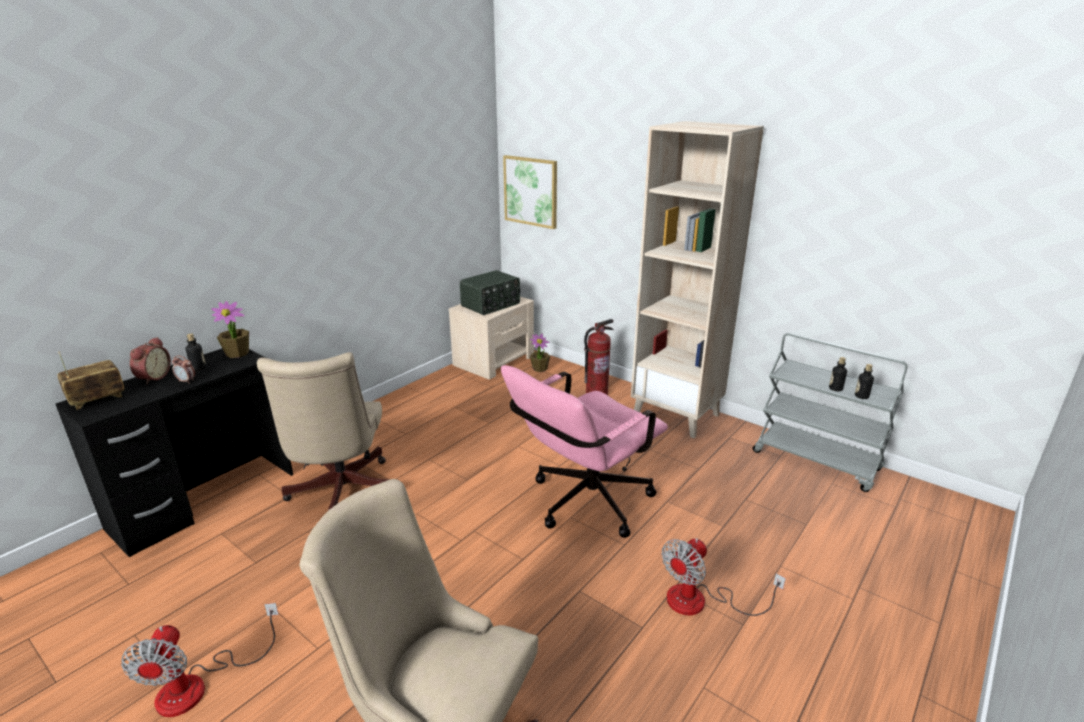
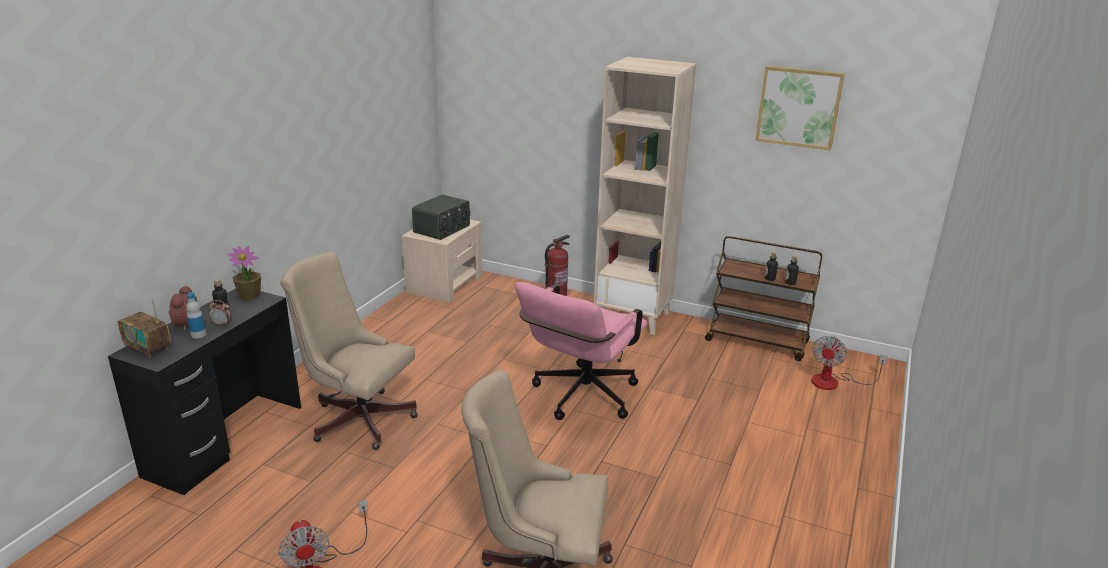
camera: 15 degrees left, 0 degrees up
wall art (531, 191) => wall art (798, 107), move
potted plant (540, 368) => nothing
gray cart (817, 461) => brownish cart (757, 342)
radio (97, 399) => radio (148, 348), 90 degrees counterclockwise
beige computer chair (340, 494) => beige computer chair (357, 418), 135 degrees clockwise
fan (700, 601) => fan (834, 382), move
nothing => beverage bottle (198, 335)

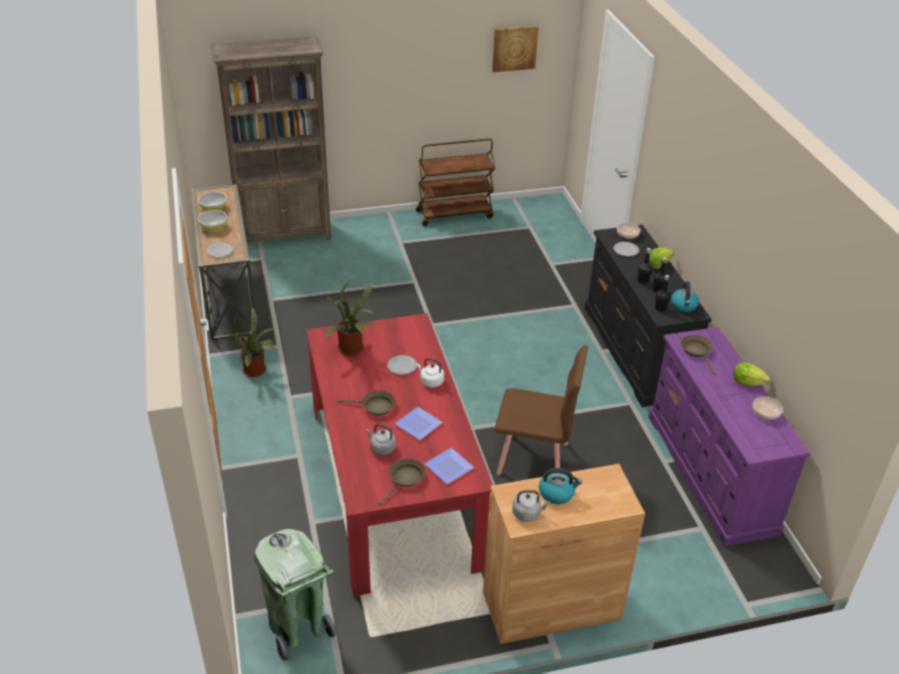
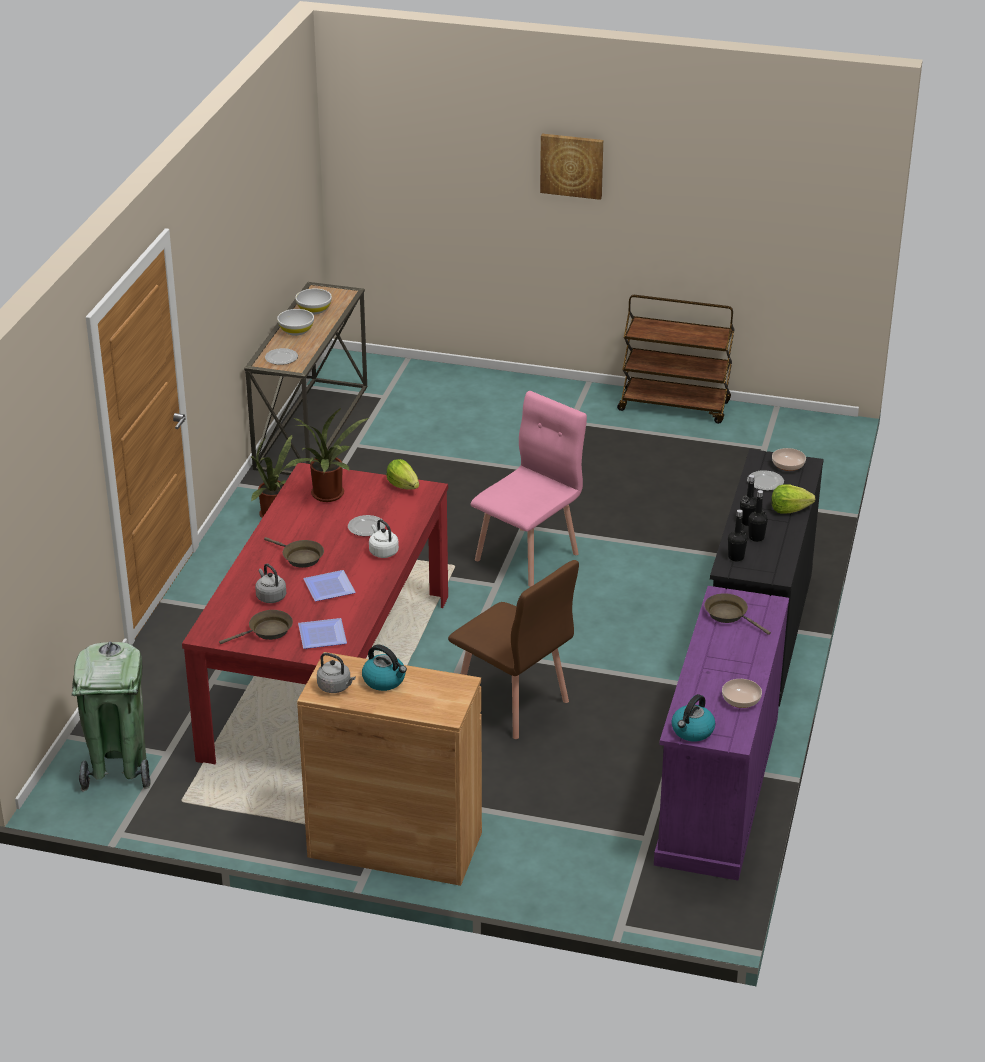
camera: 30 degrees right, 5 degrees down
wall art (514, 48) => wall art (572, 165), move
brownish bookcase (285, 235) => nothing
water kettle (684, 306) => water kettle (692, 731), move
brownish skillet (697, 352) => brownish skillet (729, 615), 60 degrees counterclockwise
lettuce (747, 382) => lettuce (403, 486), move
nothing => pink upright chair (528, 556)

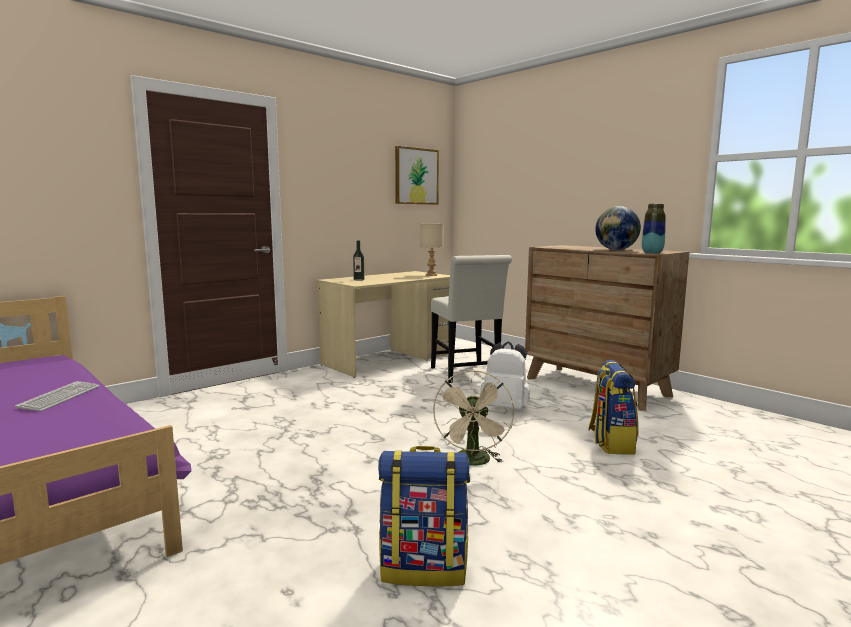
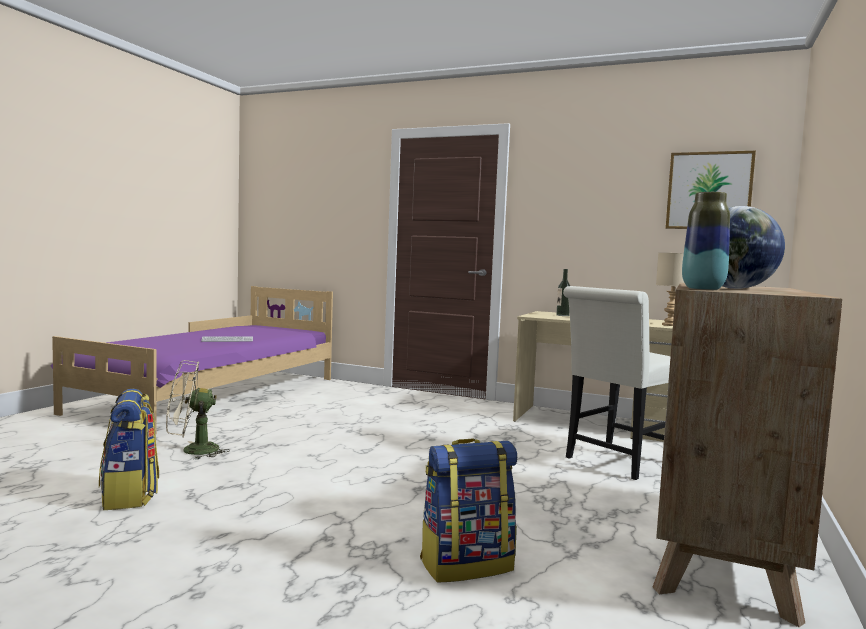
camera: 65 degrees right, 5 degrees down
white knapsack (505, 408) => nothing
beige fan (474, 462) => beige fan (192, 451), move

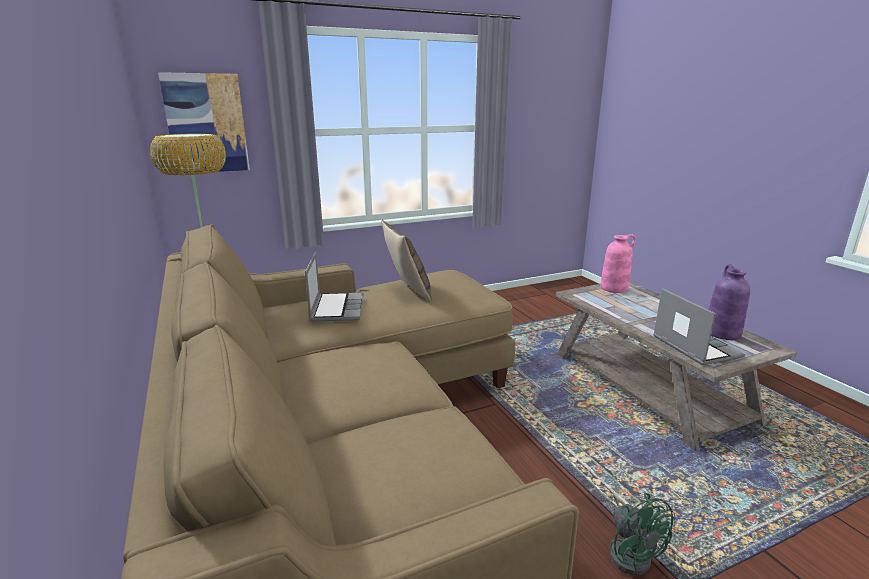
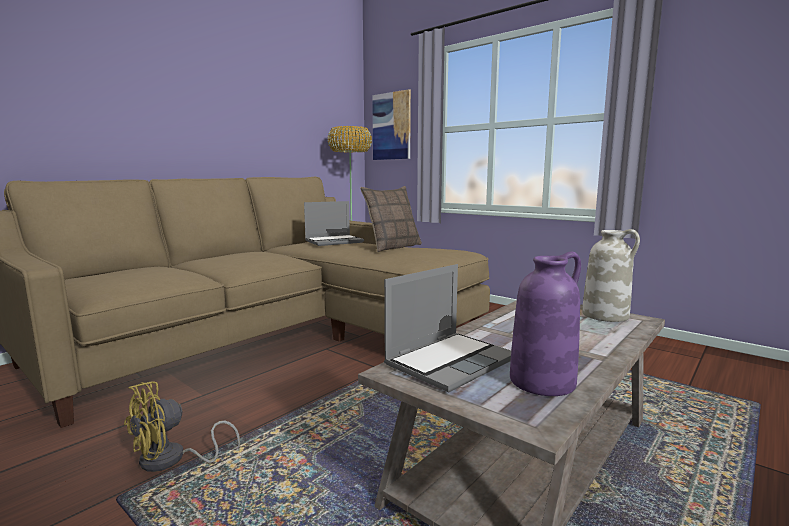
camera: 65 degrees right, 10 degrees down
pink decorative vase (614, 288) => white decorative vase (606, 315)
green fan (630, 552) => yellow fan (172, 460)

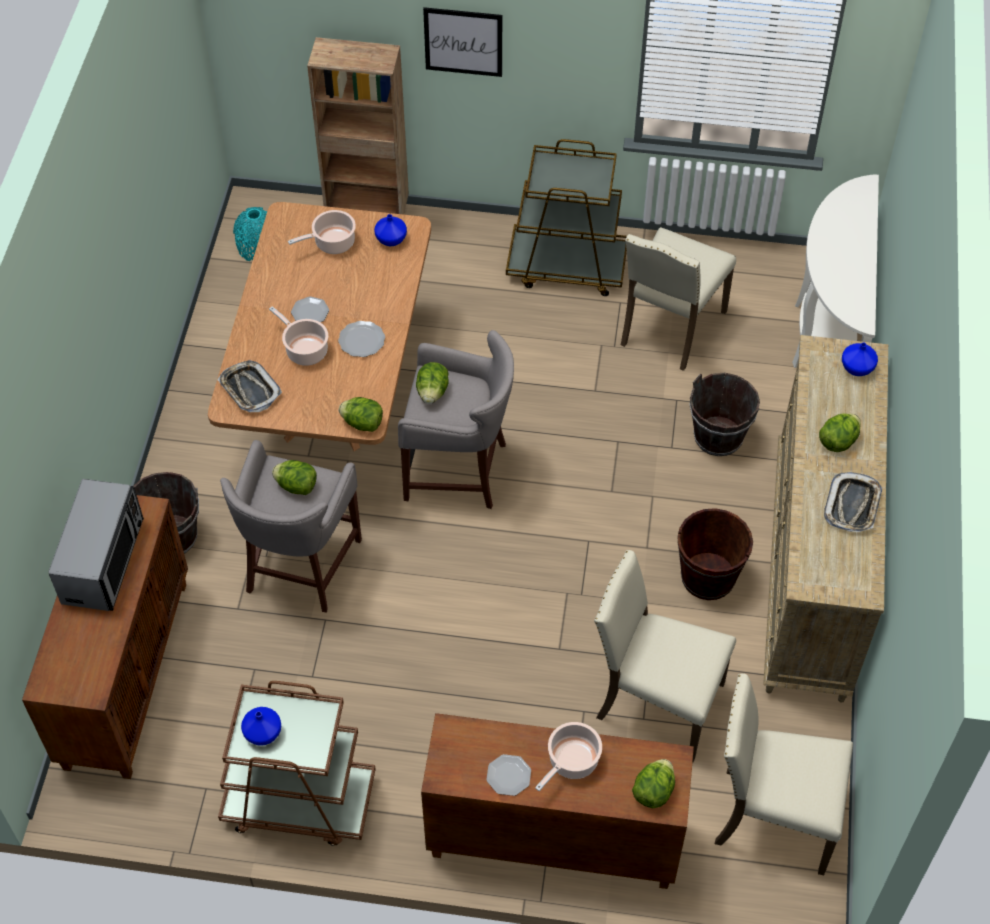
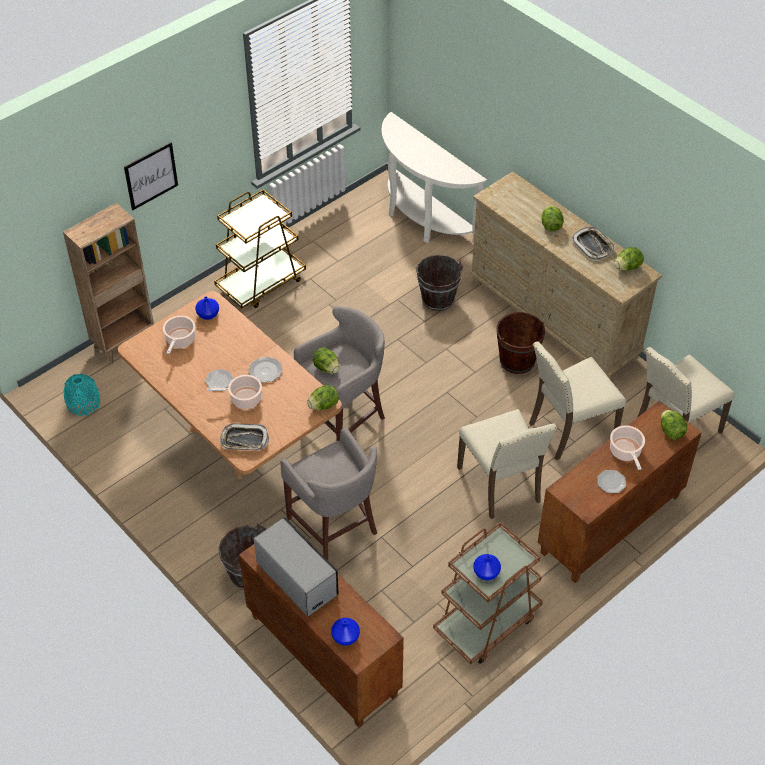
camera: 50 degrees left, 5 degrees down
beige upright chair (670, 328) => beige upright chair (501, 485), move
blue-coloured decorative vase (857, 368) => blue-coloured decorative vase (346, 637), move
lettuce (296, 486) => lettuce (627, 267), move

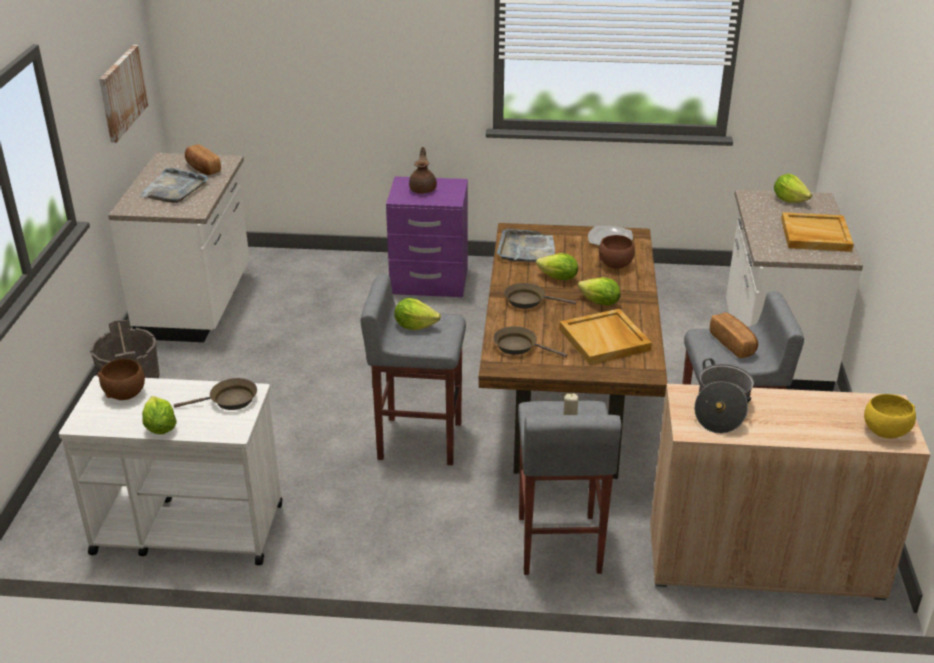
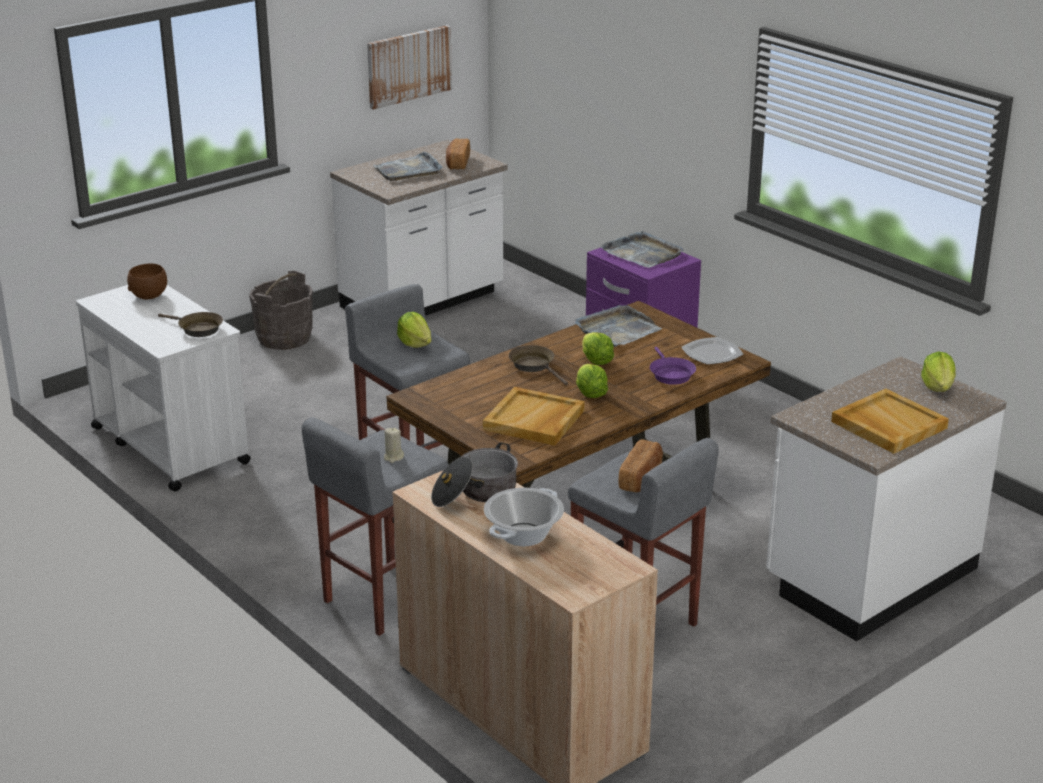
camera: 45 degrees right, 5 degrees down
brownish teapot (423, 189) => gray serving tray (642, 253)
brownish serving bowl (615, 265) => purple skillet (670, 374)
brownish skillet (519, 346) => nothing
yellow serving bowl (884, 432) => nothing
lettuce (160, 428) => nothing
nothing => saucepot (523, 535)

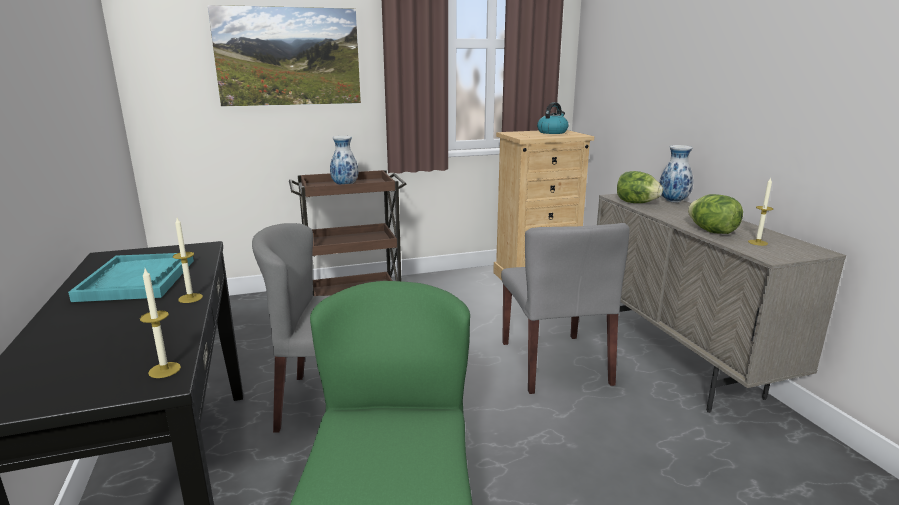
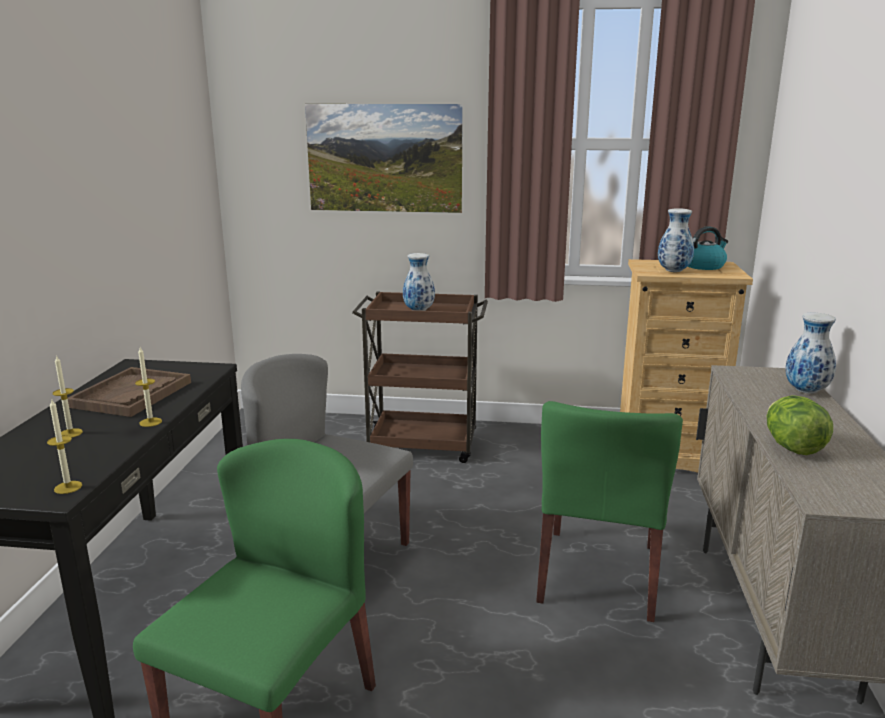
camera: 25 degrees right, 0 degrees up
lettuce (636, 203) => nothing
wax candle (757, 242) => wax candle (70, 433), move
gray upright chair (555, 363) => green upright chair (599, 573)
turquoise-coloured serving tray (138, 279) => brownish serving tray (131, 394)
nothing => decorative vase (673, 271)

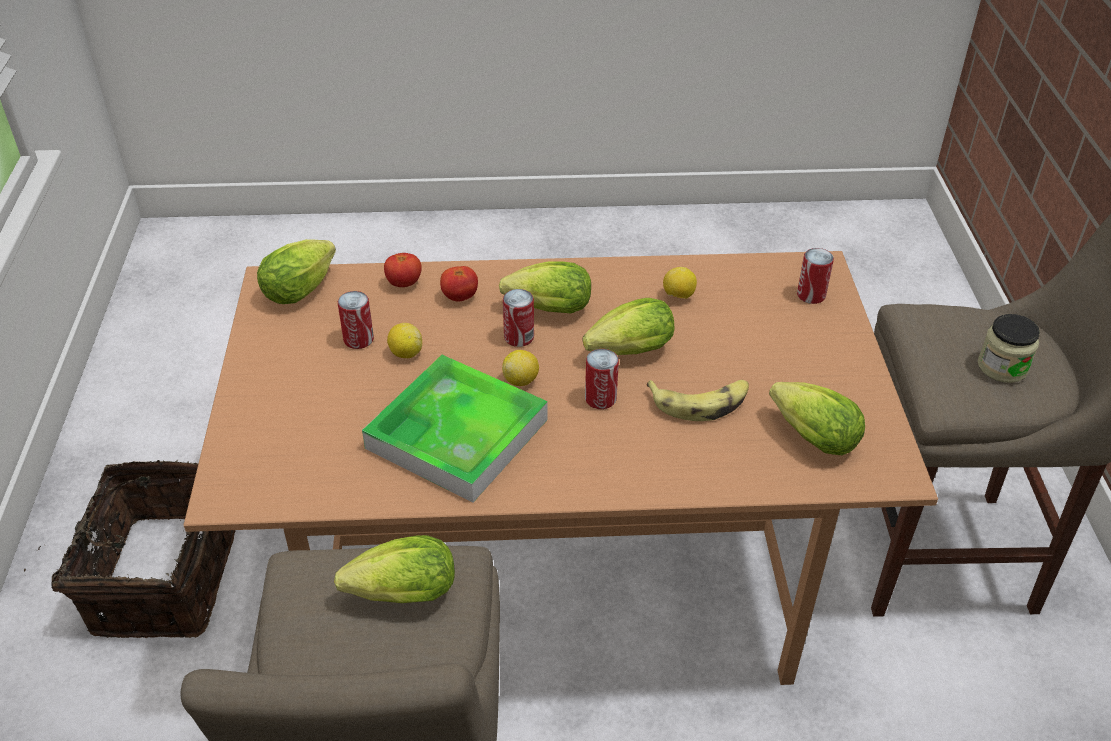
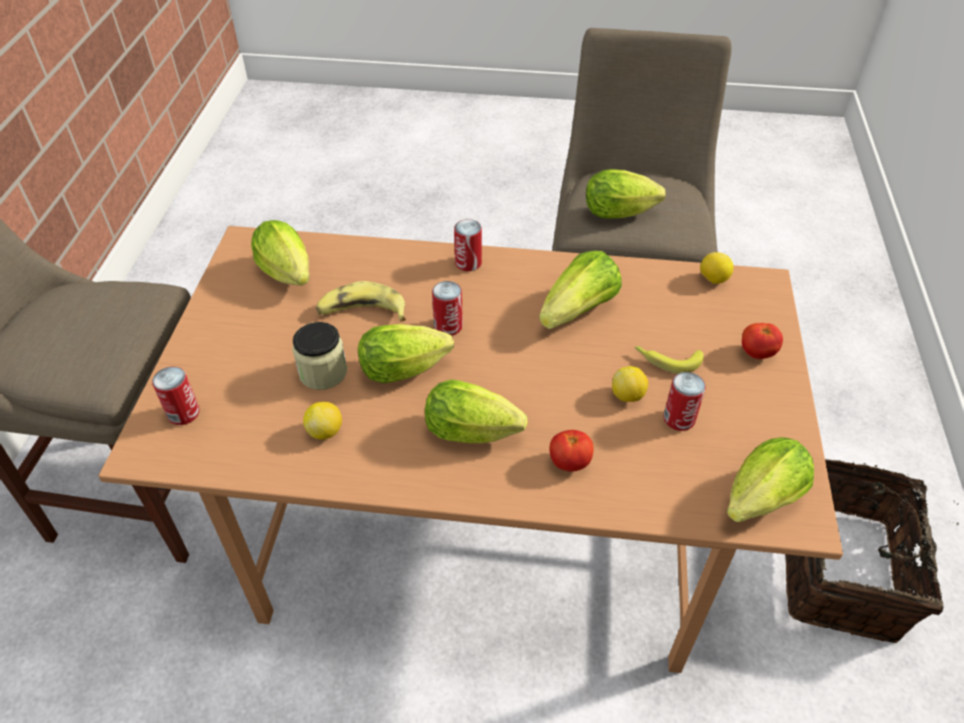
camera: 170 degrees left, 5 degrees up
whole tomato (404, 283) => whole tomato (756, 353), move
metal can (519, 337) => metal can (468, 263), move
jar (1002, 367) => jar (323, 372), move
citrus fruit (521, 380) => citrus fruit (713, 279), move
serving tray (457, 434) => lettuce (579, 310)
nothing => banana (666, 360)

